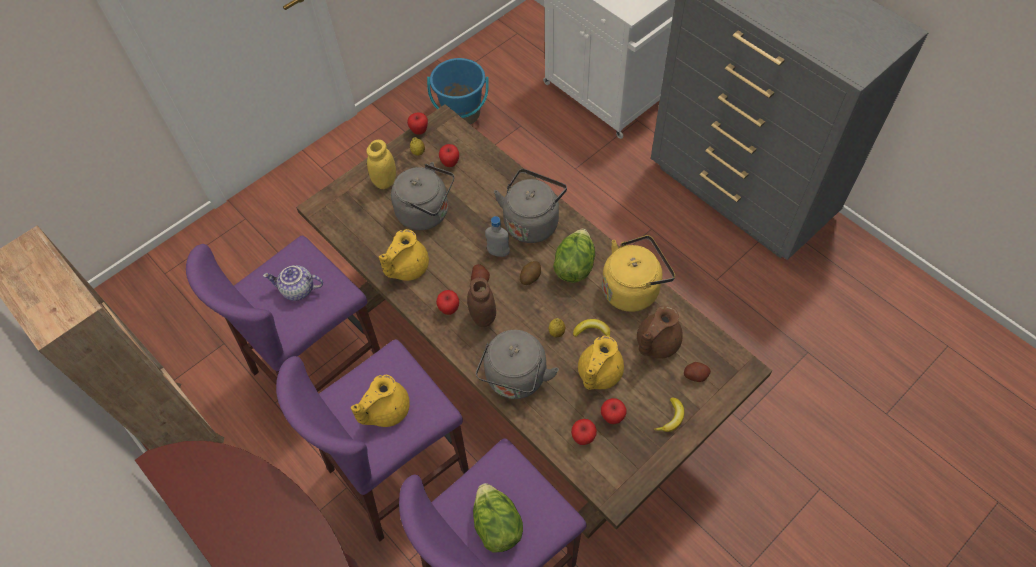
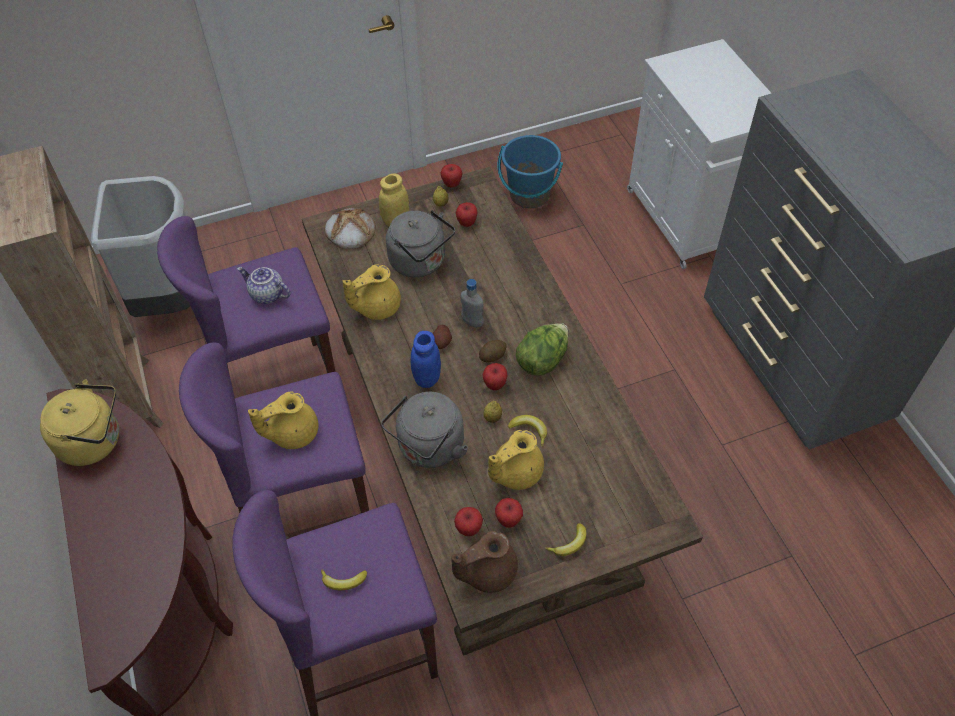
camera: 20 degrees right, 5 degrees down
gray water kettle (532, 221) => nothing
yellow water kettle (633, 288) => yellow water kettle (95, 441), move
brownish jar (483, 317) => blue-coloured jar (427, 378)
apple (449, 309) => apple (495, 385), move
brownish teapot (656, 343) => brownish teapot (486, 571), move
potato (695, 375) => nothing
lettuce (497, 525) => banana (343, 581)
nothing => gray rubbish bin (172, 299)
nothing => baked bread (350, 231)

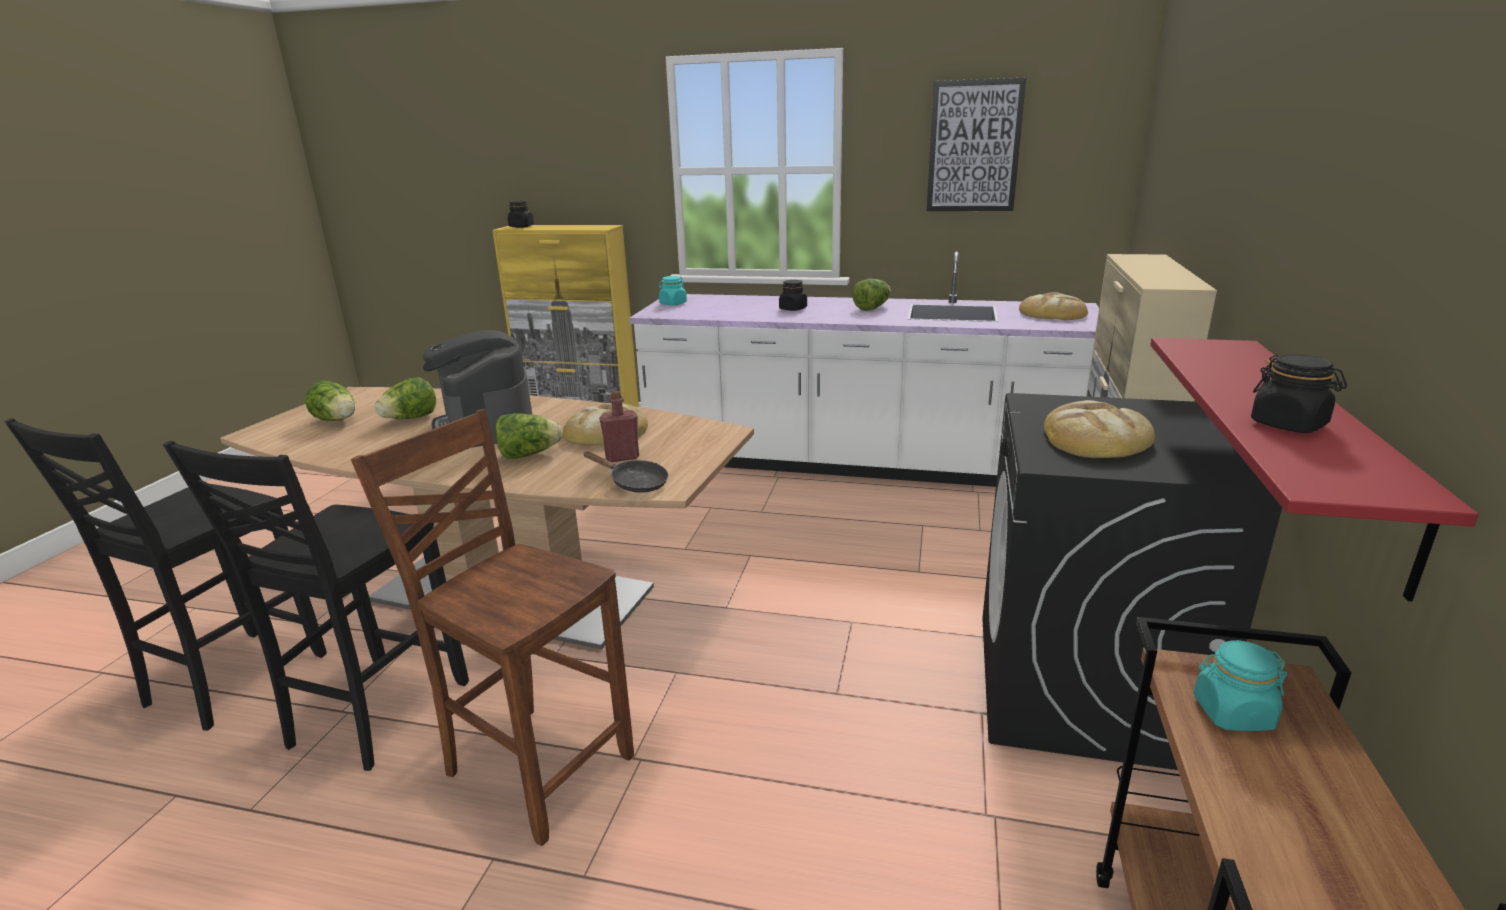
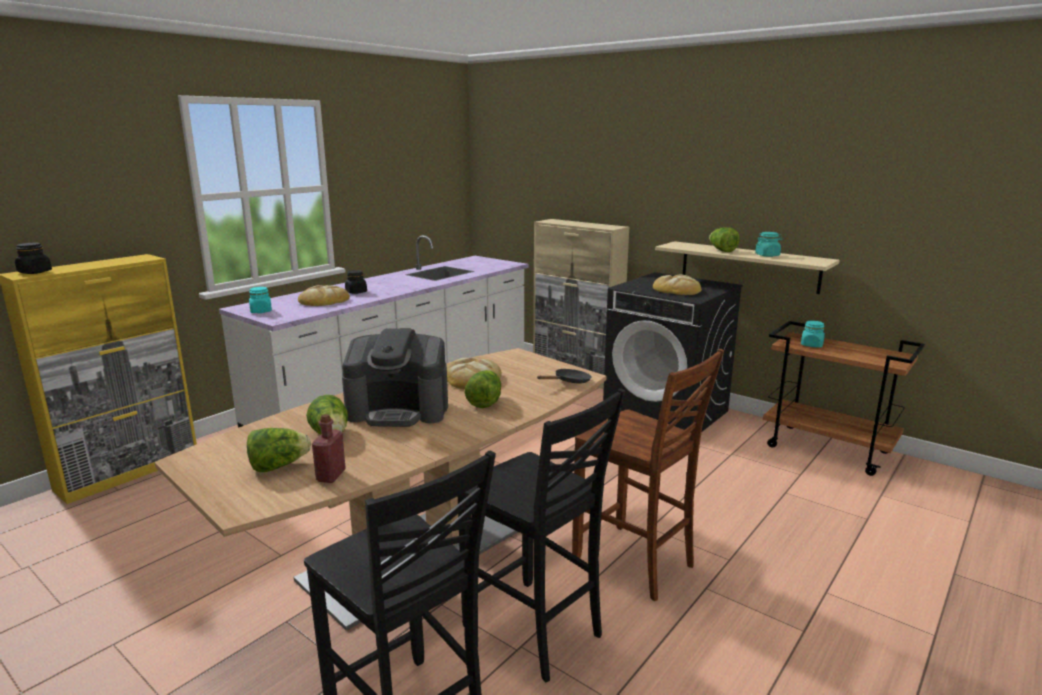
camera: 65 degrees left, 5 degrees down
wall art (974, 147) => nothing
lettuce (872, 308) => lettuce (721, 250), move
baked bread (1052, 313) => baked bread (323, 300), move
red-coloured shelf (1325, 449) => beige shelf (748, 266)
blackish jar (1289, 424) => turquoise-coloured jar (767, 255)
red-coloured beverage bottle (622, 457) => red-coloured beverage bottle (331, 476), move
brownish upright chair (536, 765) => brownish upright chair (635, 564), 105 degrees counterclockwise

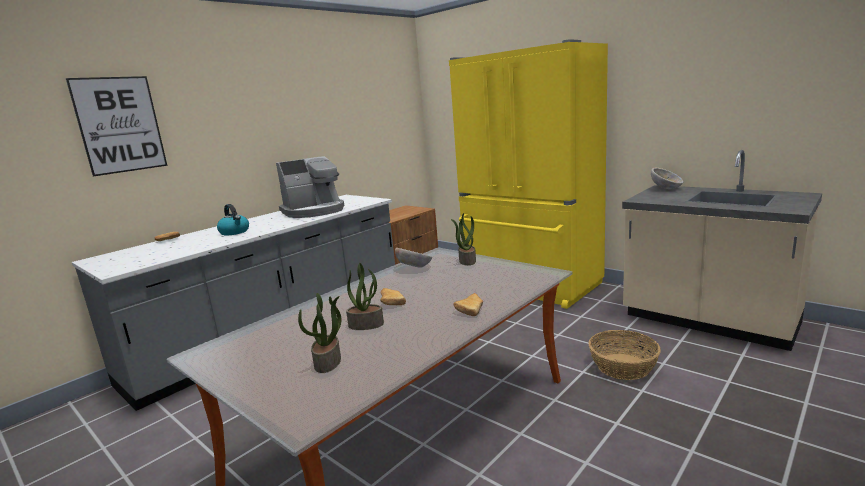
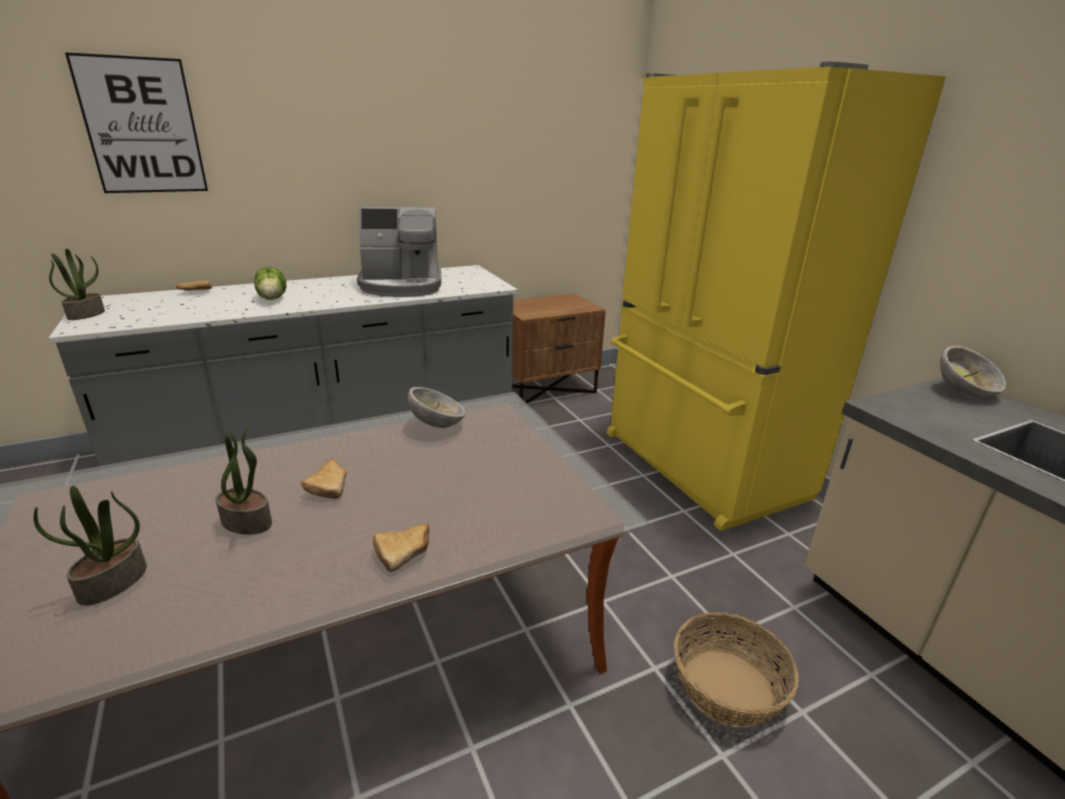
camera: 20 degrees right, 10 degrees up
water kettle (235, 232) => lettuce (273, 298)
potted plant (467, 261) => potted plant (86, 314), move

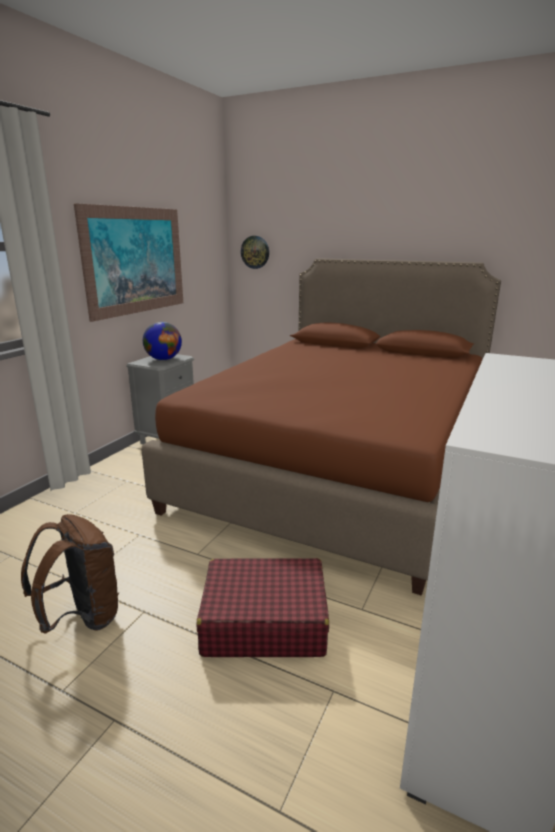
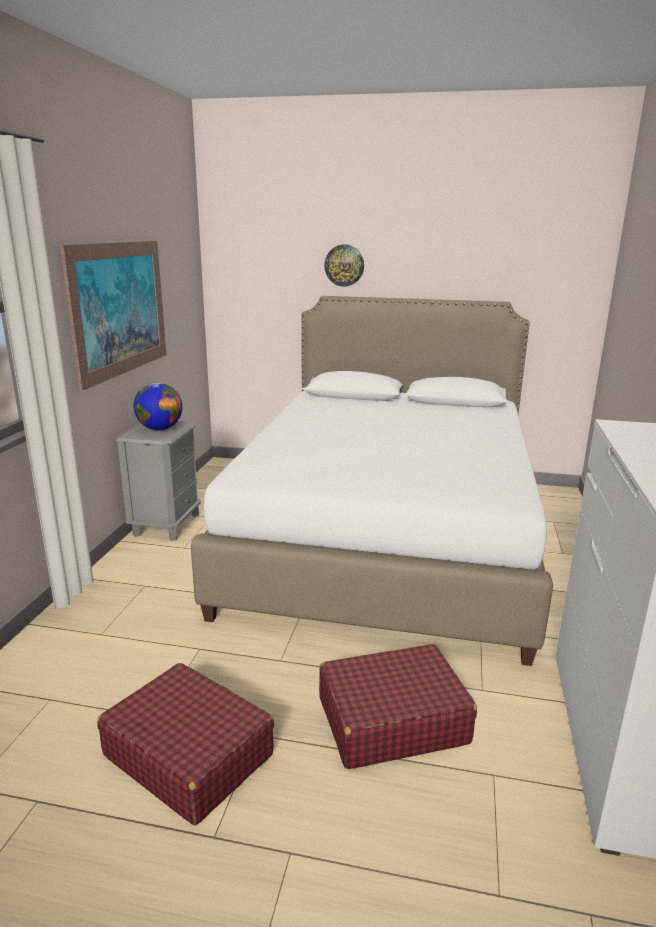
camera: 15 degrees left, 0 degrees up
clock on the wall (255, 252) => clock on the wall (344, 265), move
brownish sleeping bed (340, 466) => white sleeping bed (386, 537)
brownish knapsack (82, 617) => red-coloured piece of luggage (188, 754)

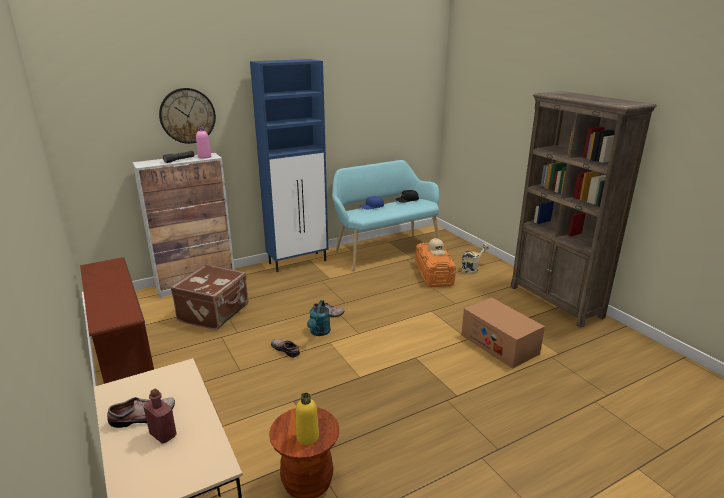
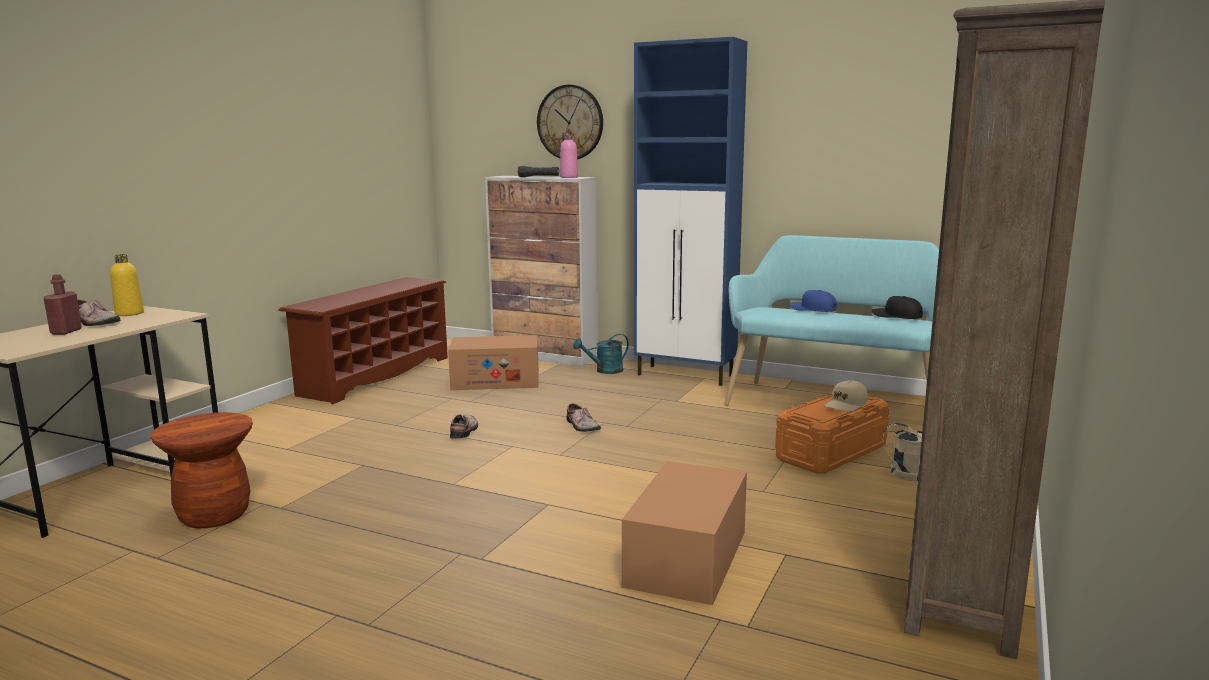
camera: 55 degrees right, 10 degrees down
brownish piece of luggage (215, 313) => carton (495, 381)
turquoise-coloured sprinkling can (319, 332) => turquoise-coloured sprinkling can (604, 371), move
yellow beverage bottle (307, 437) => yellow beverage bottle (129, 313), move

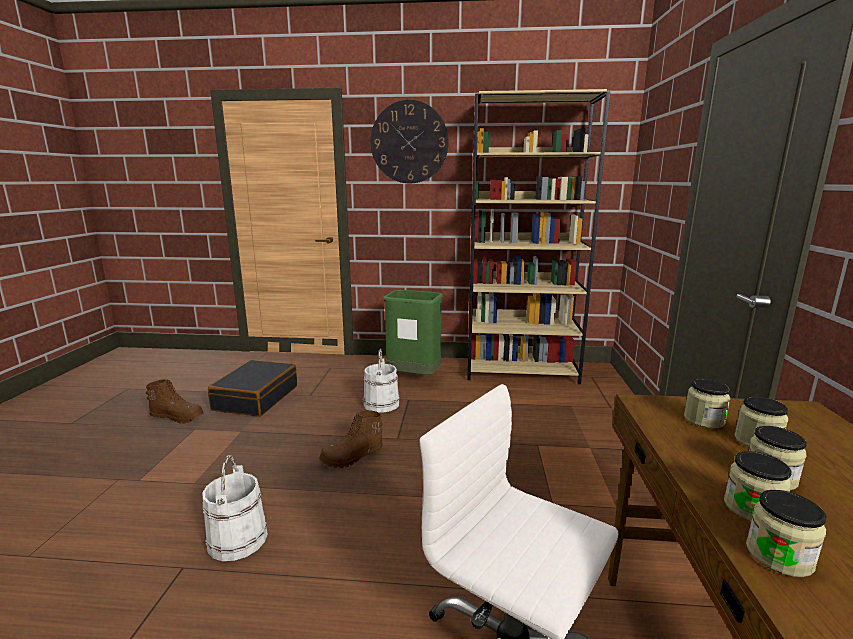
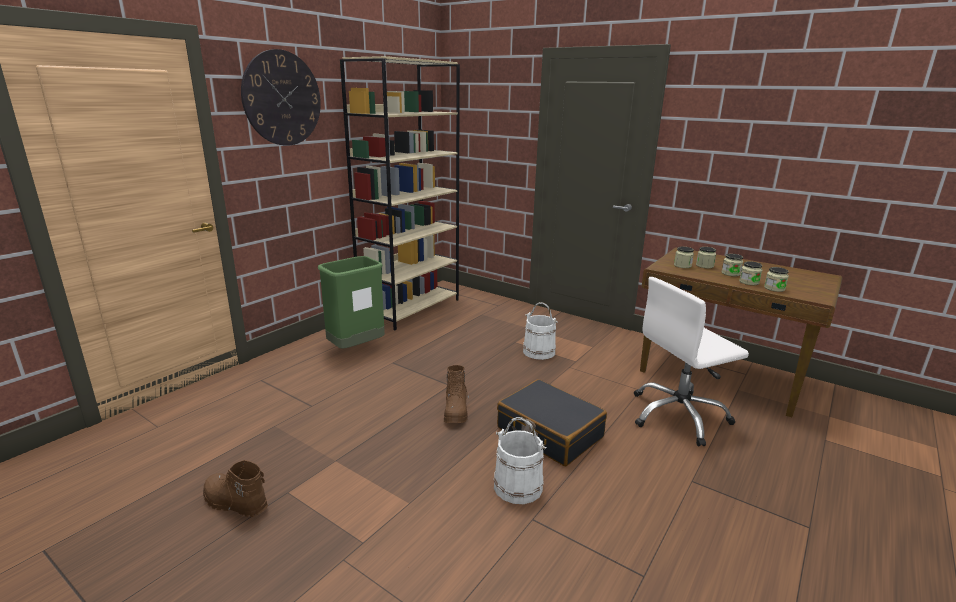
camera: 60 degrees left, 5 degrees up
white pail (381, 404) => white pail (538, 352), move
blackish piece of luggage (256, 398) => blackish piece of luggage (549, 433), move
brownish boot (178, 417) => brownish boot (235, 503), 105 degrees counterclockwise

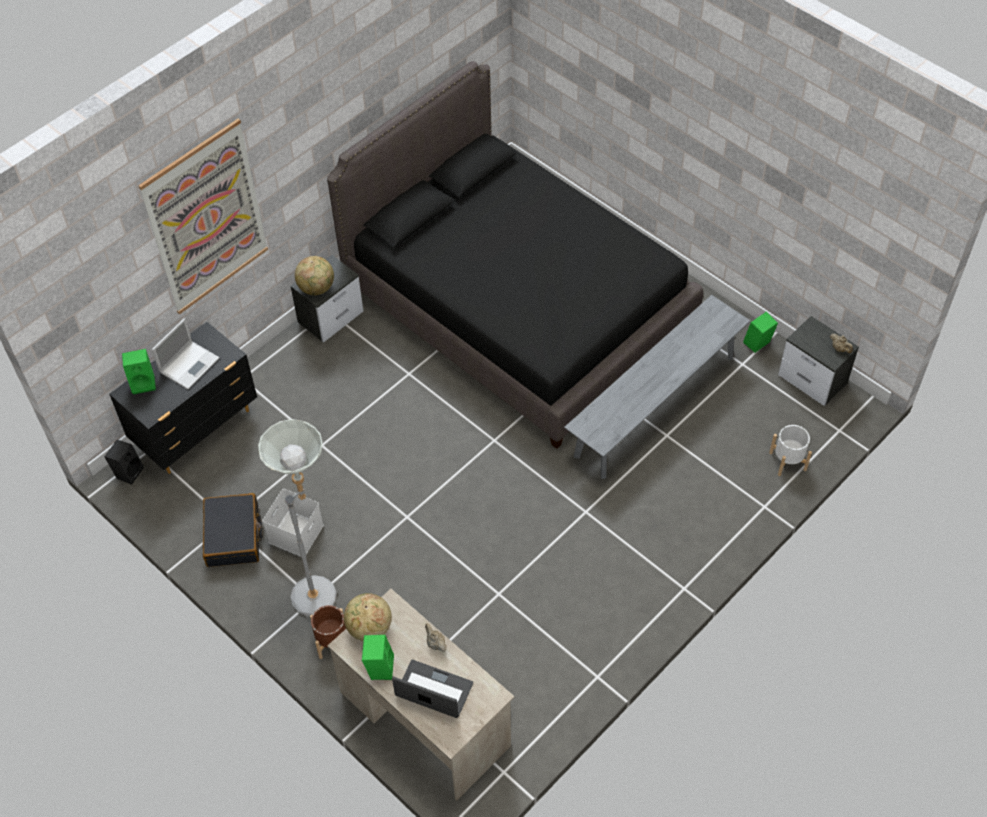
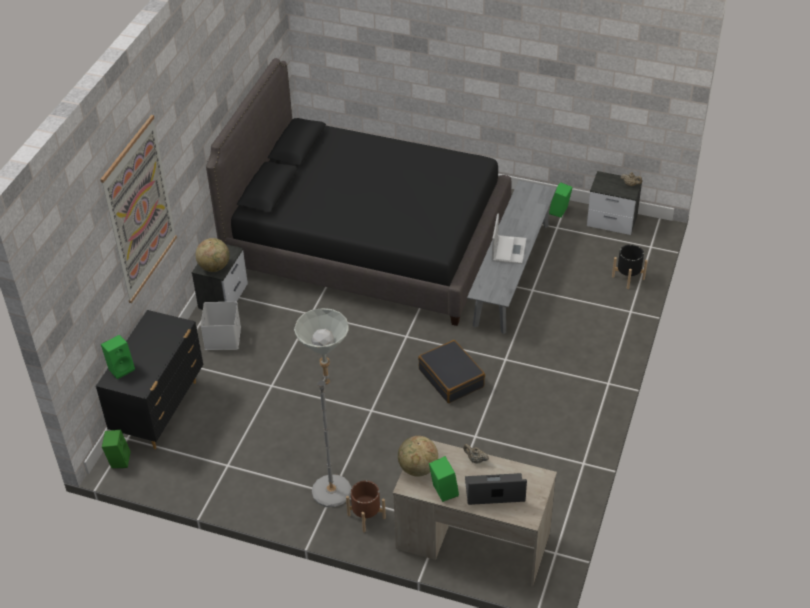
camera: 25 degrees left, 10 degrees down
notebook computer (190, 364) => notebook computer (508, 249), move
white plant pot (787, 461) => blackish plant pot (628, 278)
blackish speaker (128, 471) => green speaker (118, 460)
white storage container (295, 532) => white storage container (222, 337), move
blackish piece of luggage (233, 536) => blackish piece of luggage (451, 378), move

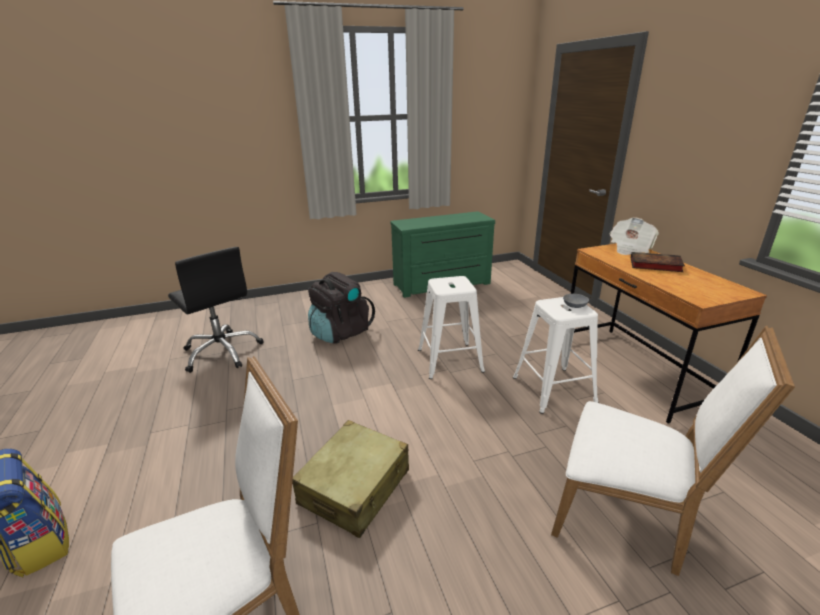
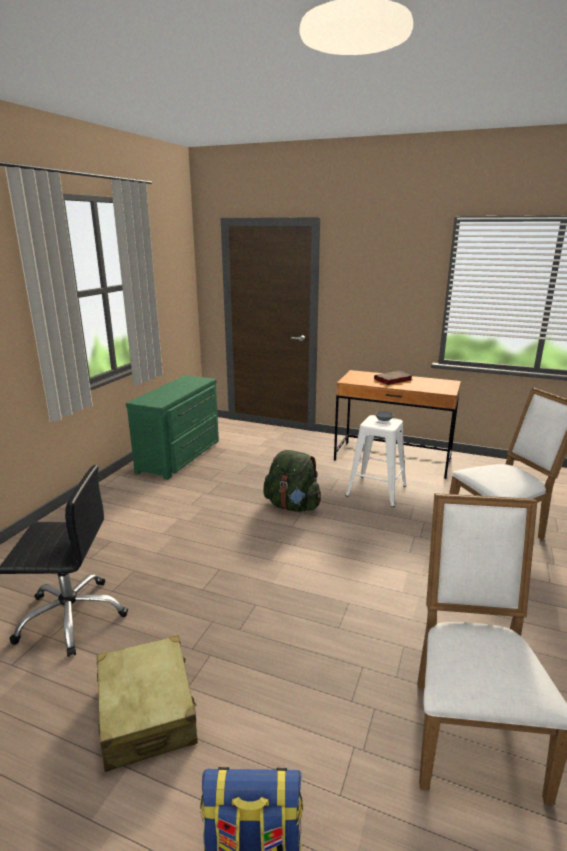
camera: 50 degrees left, 5 degrees down
newspaper (630, 248) => nothing
blackish knapsack (340, 332) => nothing
white stool (450, 360) => green knapsack (292, 506)
beige piece of luggage (355, 487) => beige piece of luggage (147, 712), move

